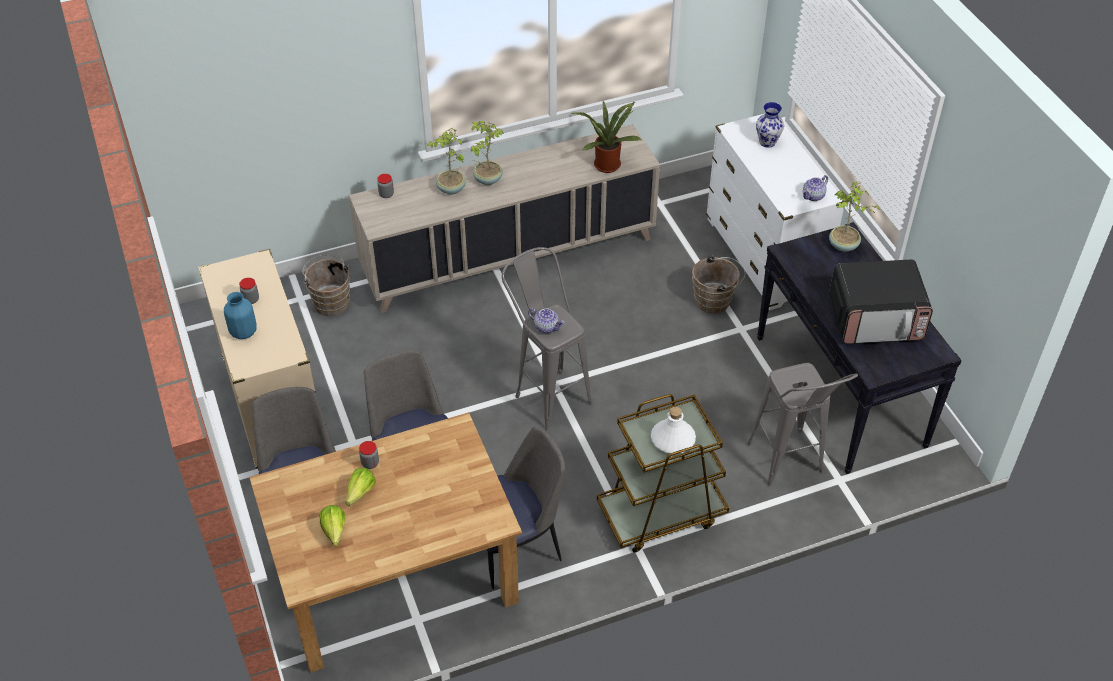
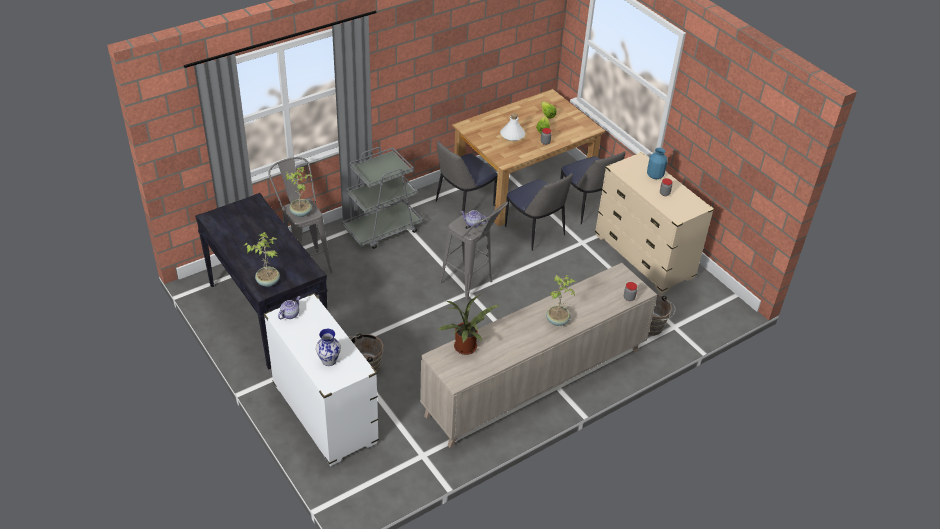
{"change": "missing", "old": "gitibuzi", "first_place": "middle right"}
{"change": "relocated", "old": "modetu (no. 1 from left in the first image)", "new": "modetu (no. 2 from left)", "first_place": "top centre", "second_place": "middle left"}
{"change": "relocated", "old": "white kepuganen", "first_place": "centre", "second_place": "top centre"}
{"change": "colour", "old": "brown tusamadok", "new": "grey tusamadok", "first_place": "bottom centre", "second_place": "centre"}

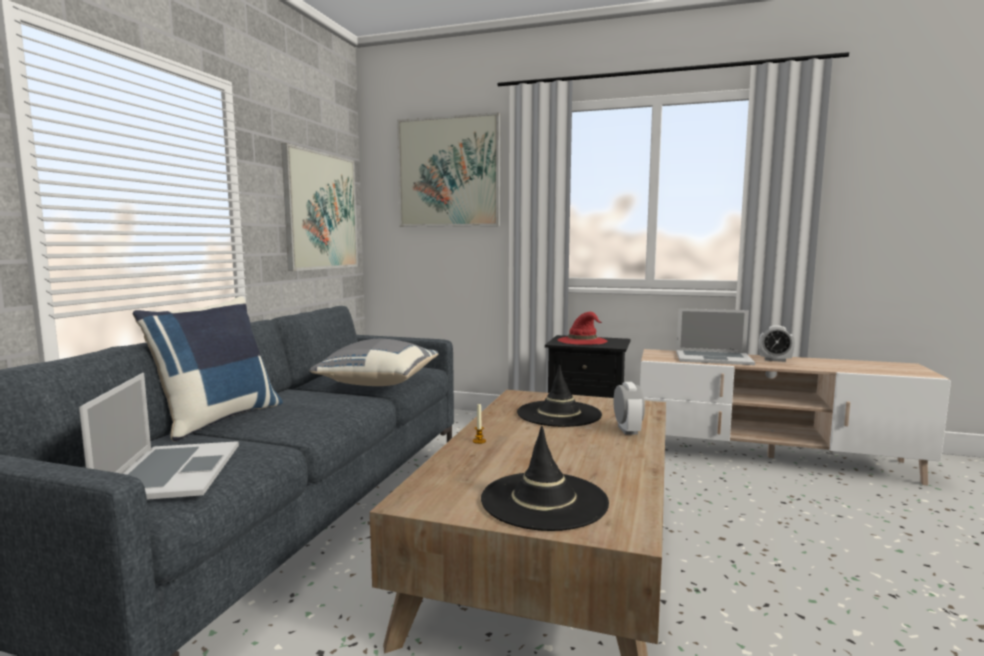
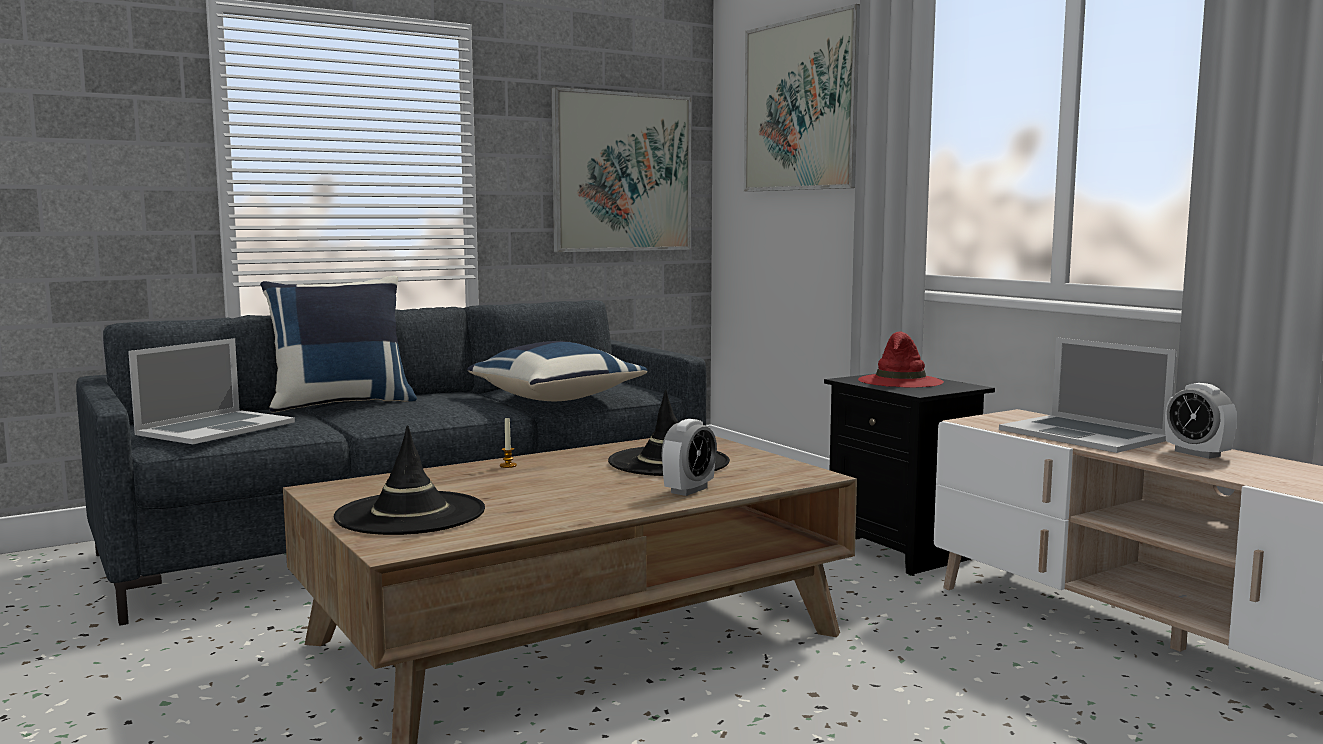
{"change": "colour", "old": "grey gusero", "new": "blue gusero (no. 2 from left)", "first_place": "centre", "second_place": "centre"}

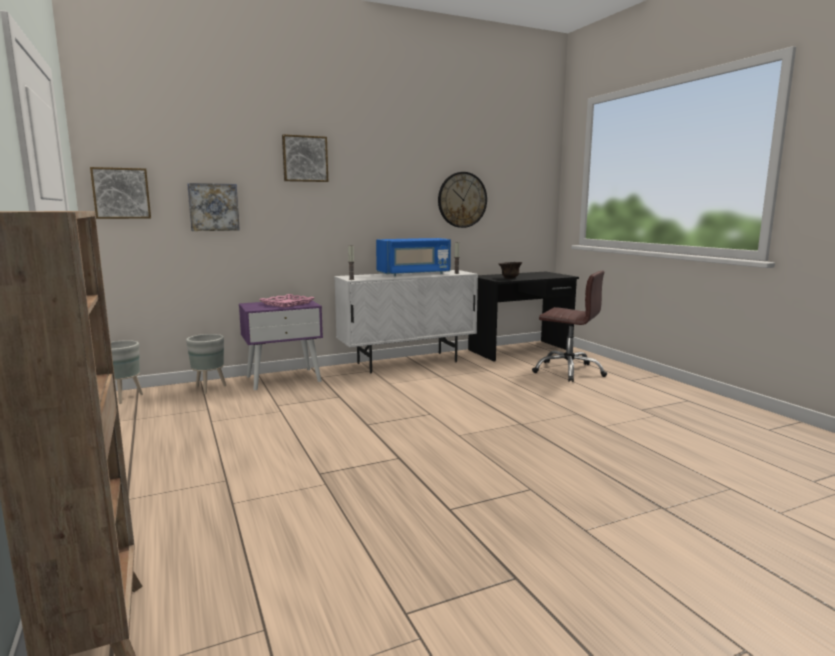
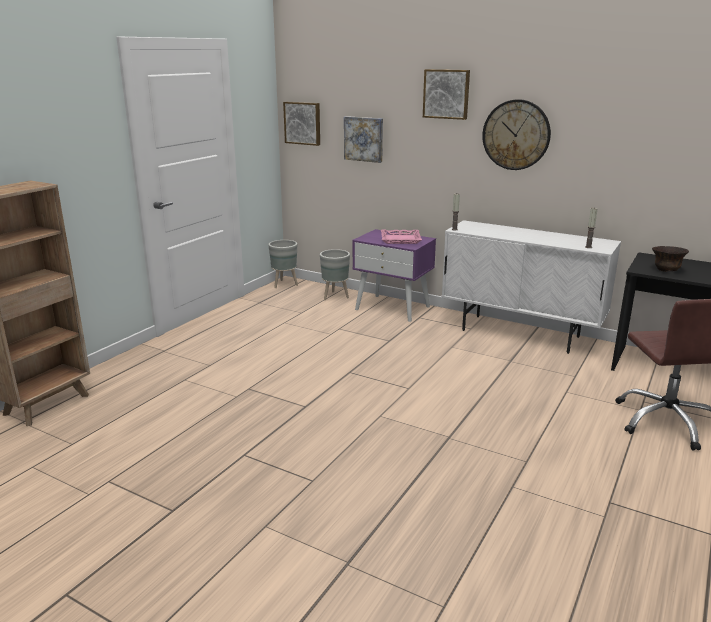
{"change": "missing", "old": "blue gitibuzi", "first_place": "centre"}
{"change": "relocated", "old": "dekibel", "first_place": "top centre", "second_place": "top right"}

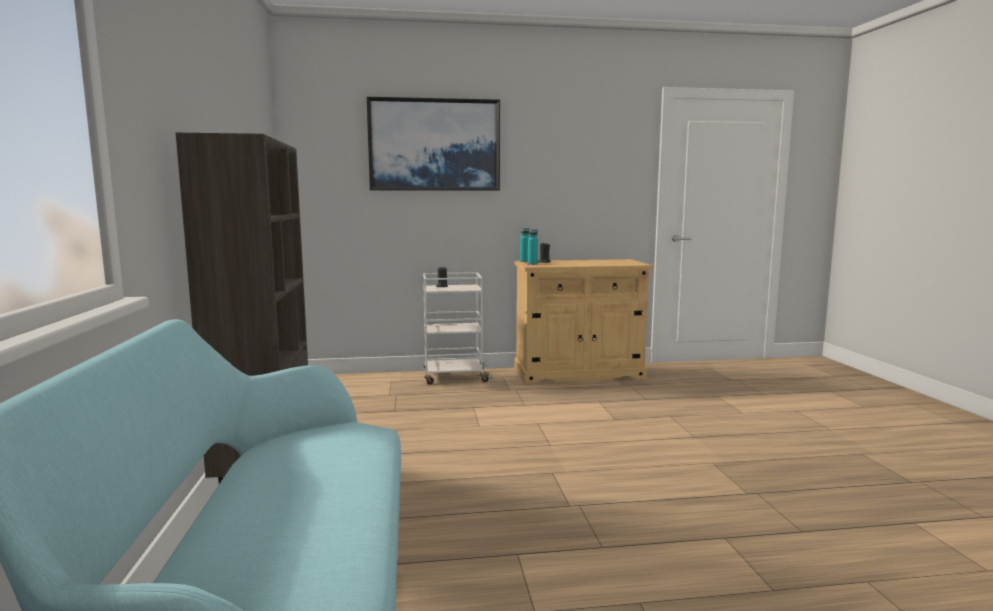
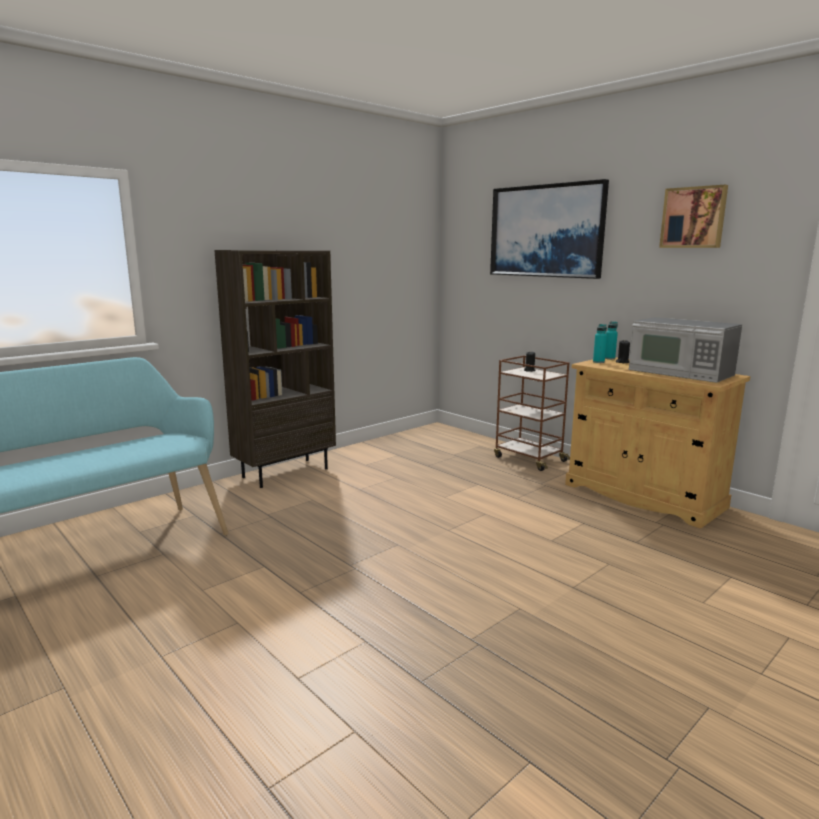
{"change": "appeared", "new": "gitibuzi", "second_place": "middle right"}
{"change": "appeared", "new": "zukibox (no. 2 from left)", "second_place": "top right"}
{"change": "colour", "old": "white tusamadok", "new": "brown tusamadok", "first_place": "centre", "second_place": "centre"}

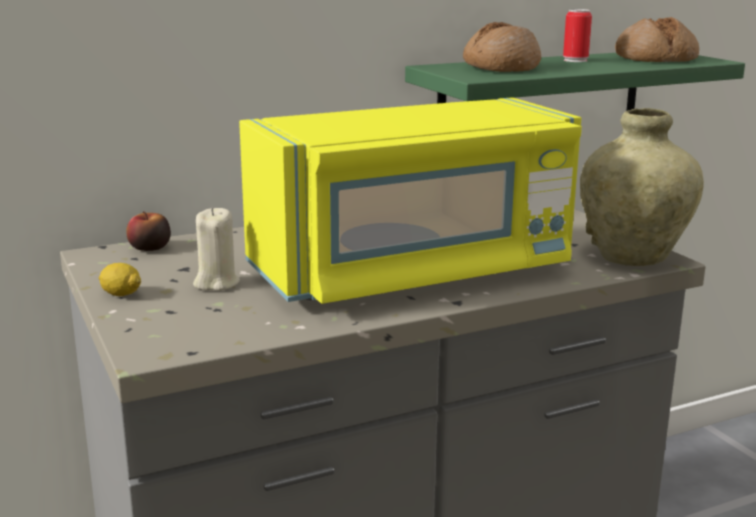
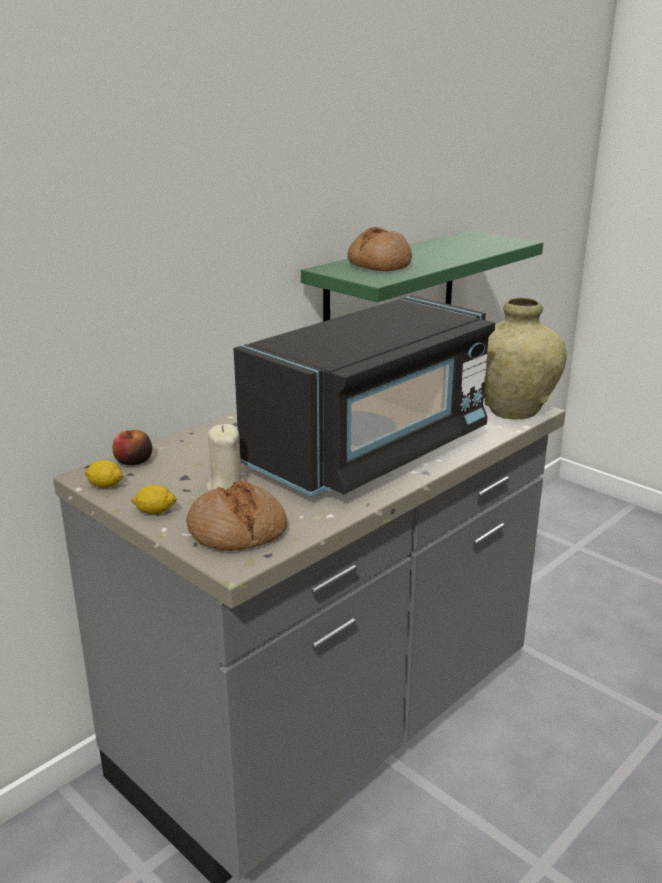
{"change": "missing", "old": "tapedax", "first_place": "top right"}
{"change": "appeared", "new": "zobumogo (no. 1 from left)", "second_place": "middle left"}
{"change": "relocated", "old": "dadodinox (no. 2 from left in the first image)", "new": "dadodinox (no. 1 from left)", "first_place": "top right", "second_place": "centre"}
{"change": "colour", "old": "yellow gitibuzi", "new": "black gitibuzi", "first_place": "centre", "second_place": "centre"}

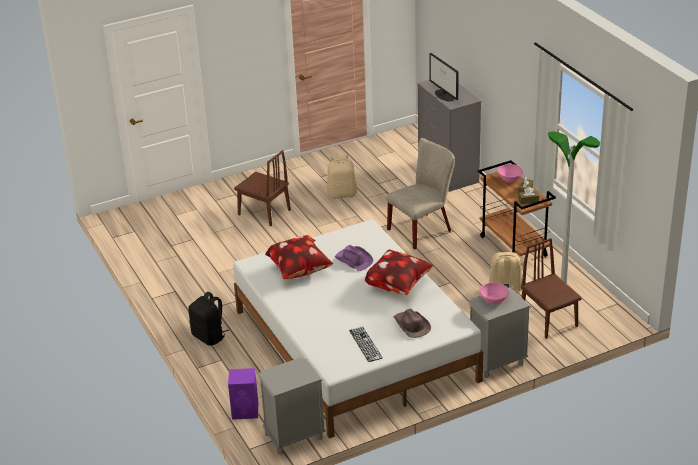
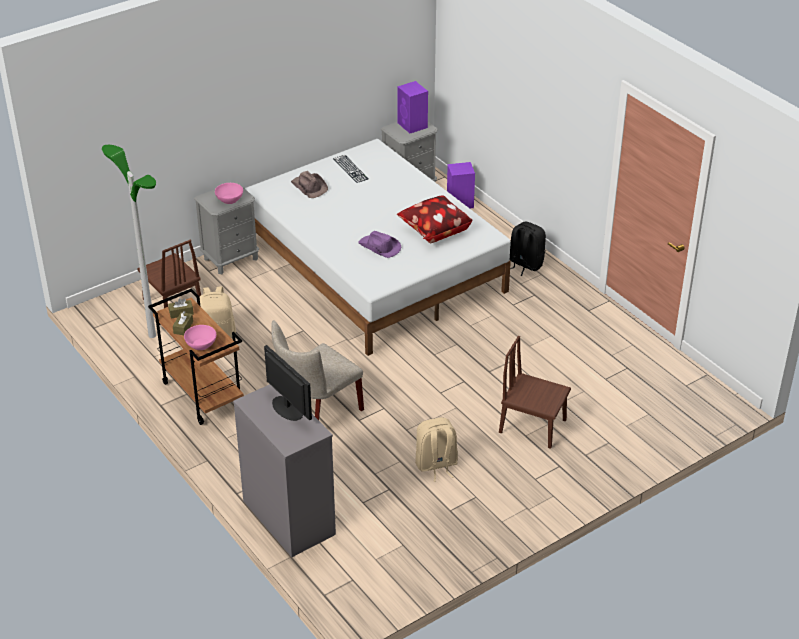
{"change": "missing", "old": "gusero (no. 2 from left)", "first_place": "centre"}
{"change": "appeared", "new": "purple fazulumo (no. 1 from left)", "second_place": "top centre"}

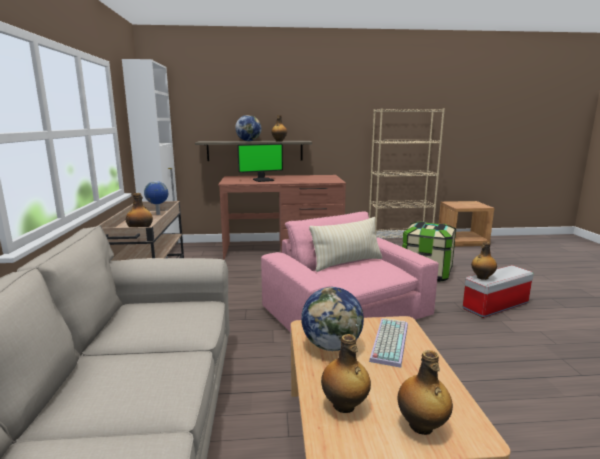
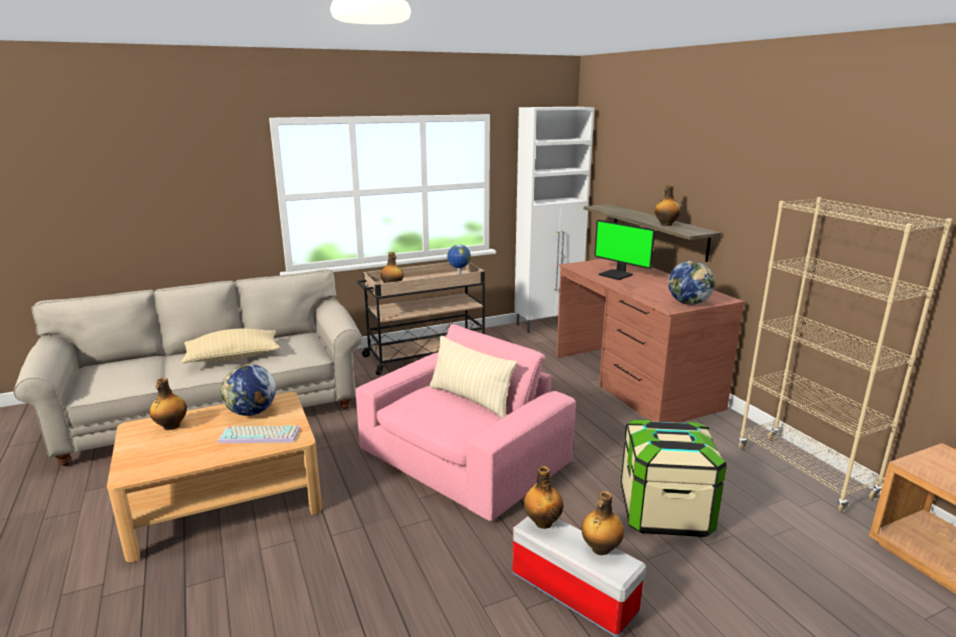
{"change": "appeared", "new": "beige gusero (no. 1 from left)", "second_place": "middle left"}
{"change": "relocated", "old": "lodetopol (no. 2 from left in the first image)", "new": "lodetopol (no. 3 from left)", "first_place": "top centre", "second_place": "middle right"}
{"change": "relocated", "old": "kepuganen (no. 4 from left)", "first_place": "bottom right", "second_place": "bottom centre"}

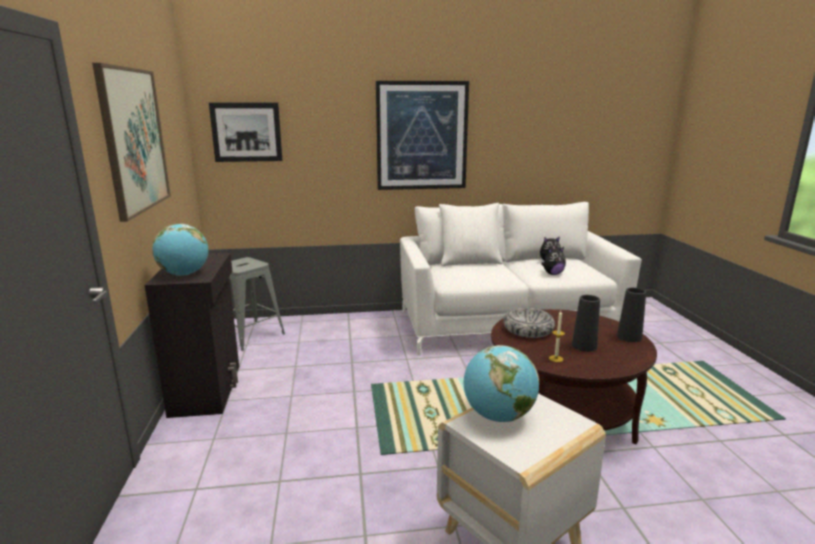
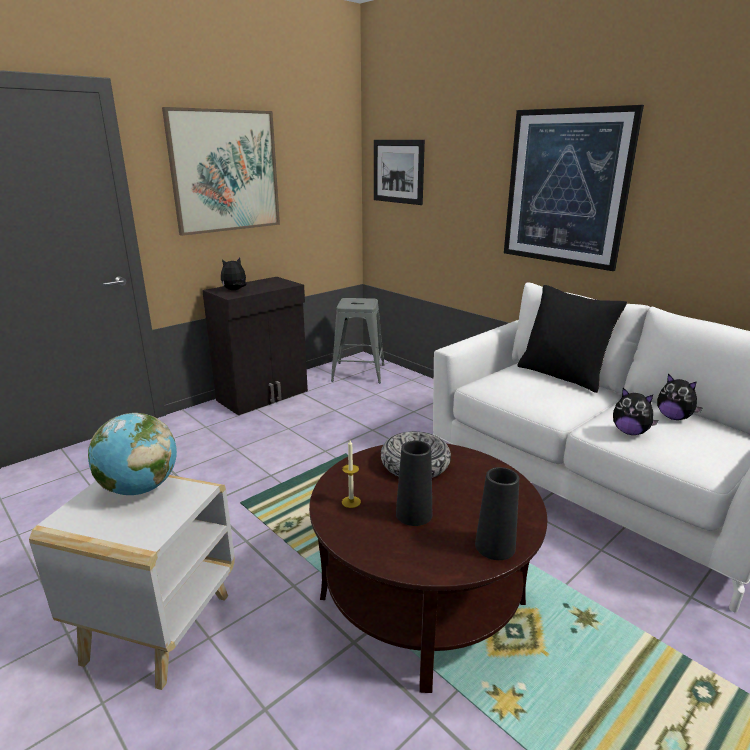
{"change": "exchanged", "old": "lodetopol (no. 1 from left)", "new": "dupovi (no. 1 from left)", "first_place": "middle left", "second_place": "middle left"}
{"change": "colour", "old": "white gusero", "new": "black gusero", "first_place": "centre", "second_place": "middle right"}

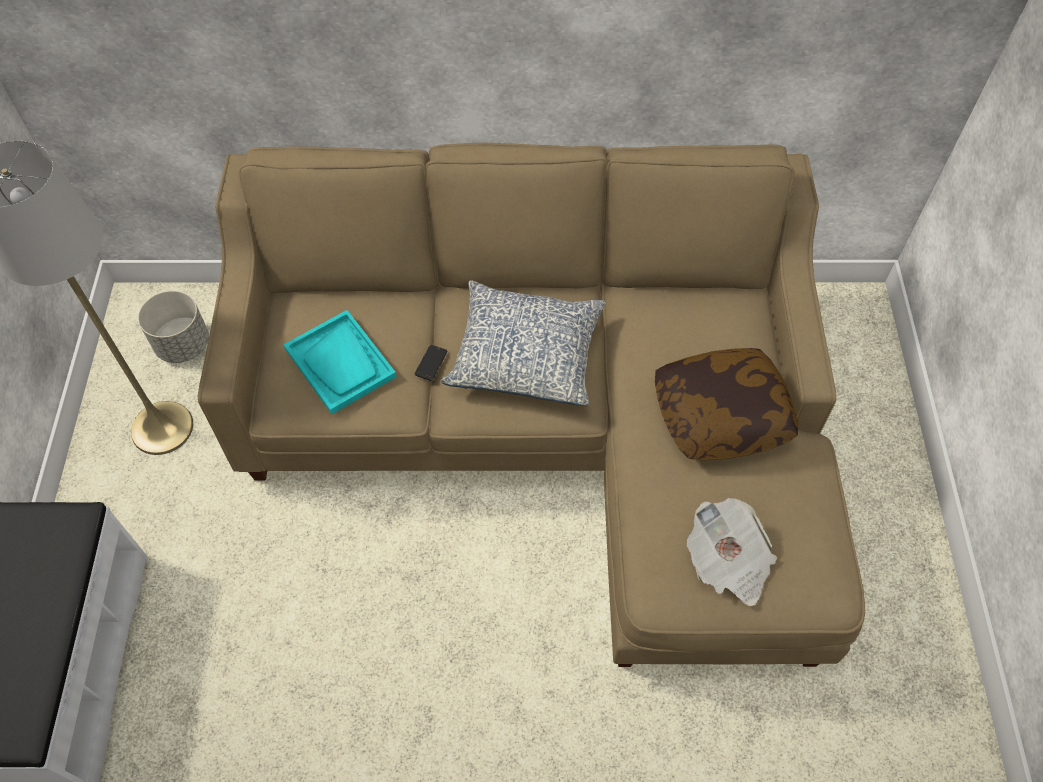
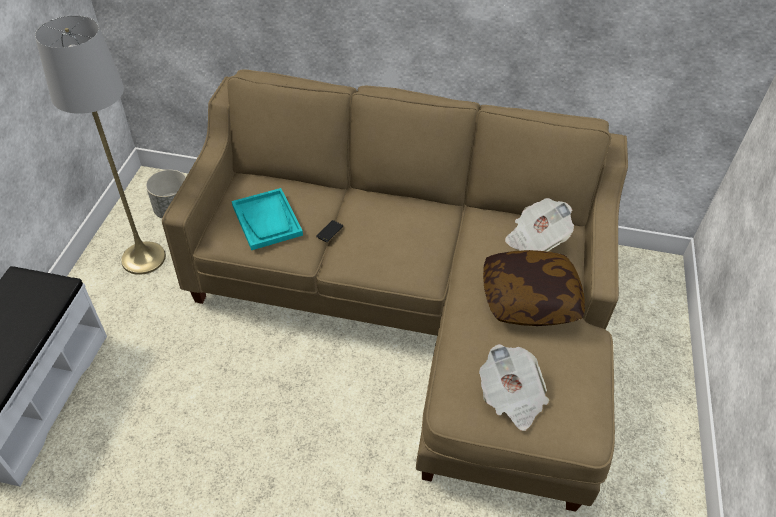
{"change": "missing", "old": "gusero (no. 1 from left)", "first_place": "centre"}
{"change": "appeared", "new": "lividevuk (no. 2 from left)", "second_place": "middle right"}

